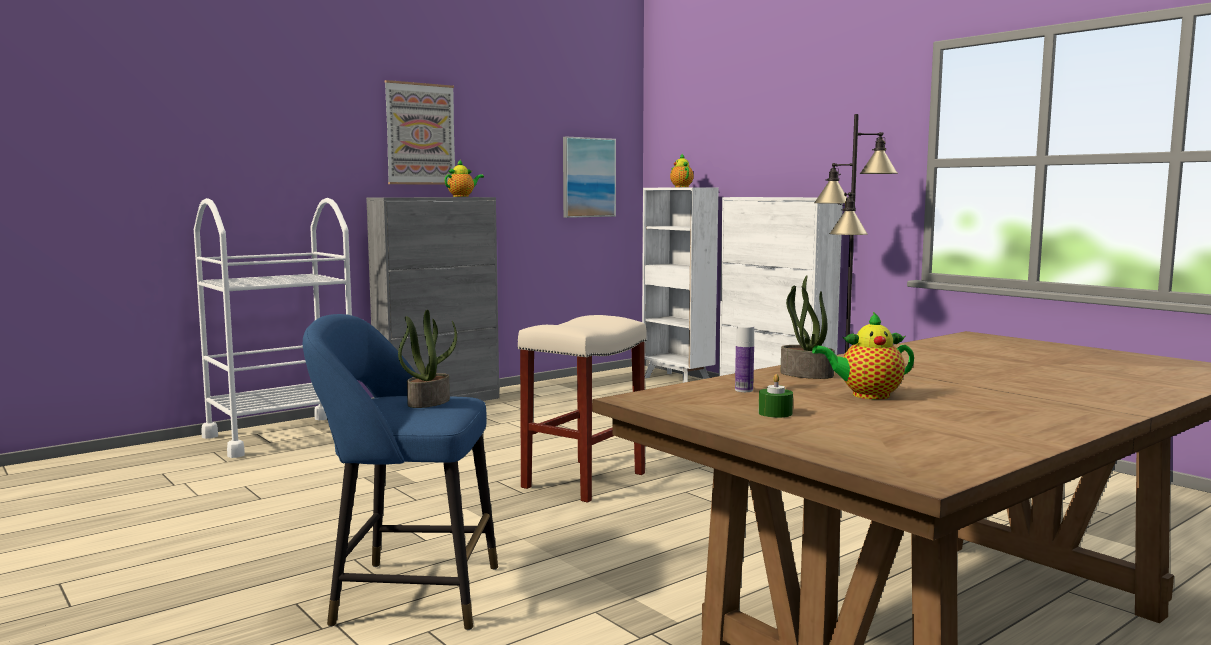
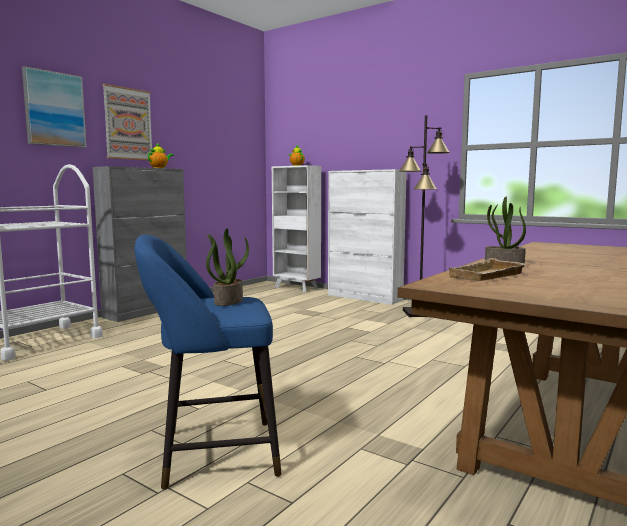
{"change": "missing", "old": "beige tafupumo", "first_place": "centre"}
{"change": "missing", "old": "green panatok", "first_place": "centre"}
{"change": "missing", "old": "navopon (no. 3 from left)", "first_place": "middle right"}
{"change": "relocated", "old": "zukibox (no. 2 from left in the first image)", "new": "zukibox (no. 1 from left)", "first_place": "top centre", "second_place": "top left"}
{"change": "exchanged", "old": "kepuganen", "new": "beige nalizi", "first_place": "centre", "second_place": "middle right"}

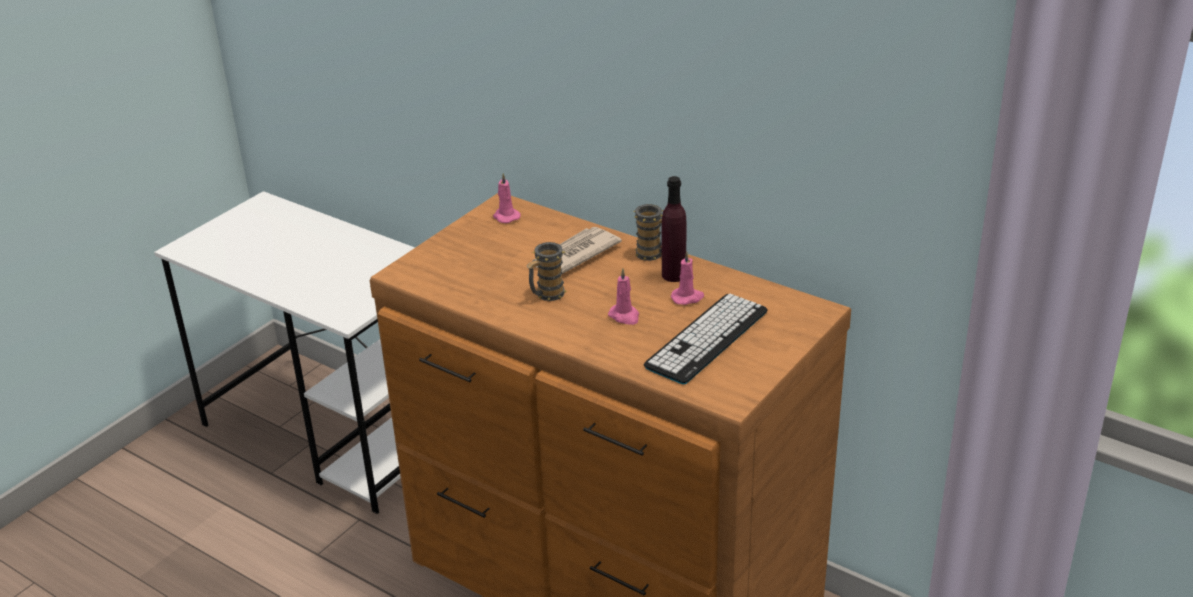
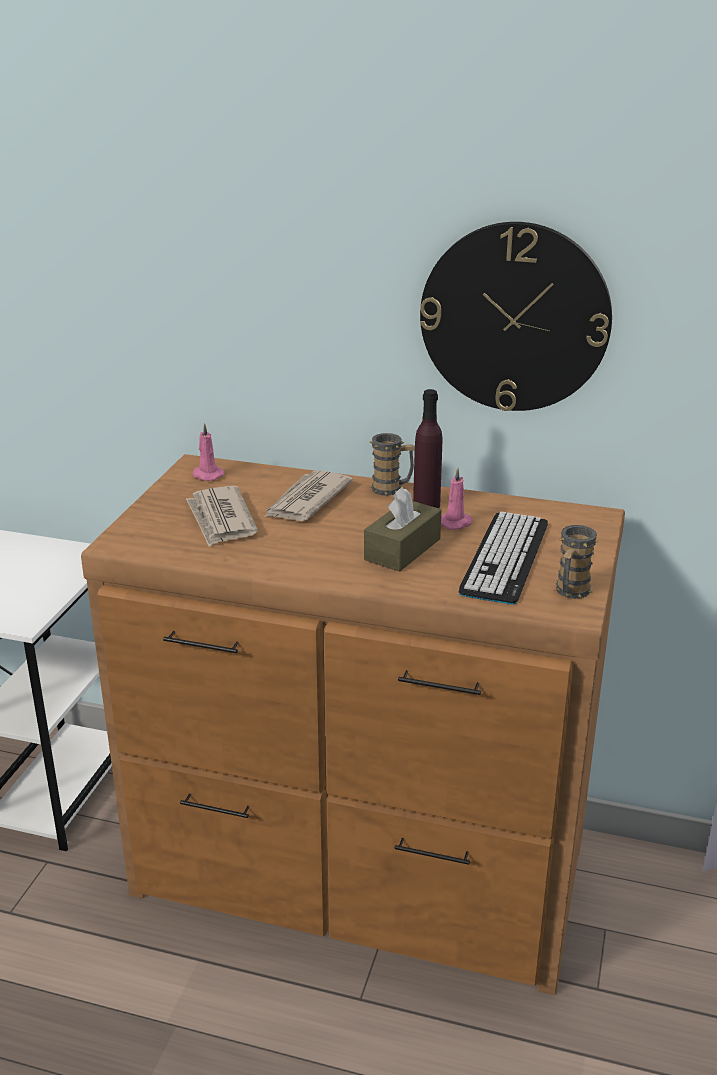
{"change": "appeared", "new": "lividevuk (no. 1 from left)", "second_place": "middle left"}
{"change": "appeared", "new": "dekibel", "second_place": "top right"}
{"change": "relocated", "old": "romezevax (no. 1 from left in the first image)", "new": "romezevax (no. 2 from left)", "first_place": "centre", "second_place": "middle right"}
{"change": "exchanged", "old": "pink panatok (no. 2 from left)", "new": "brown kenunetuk", "first_place": "centre", "second_place": "centre"}

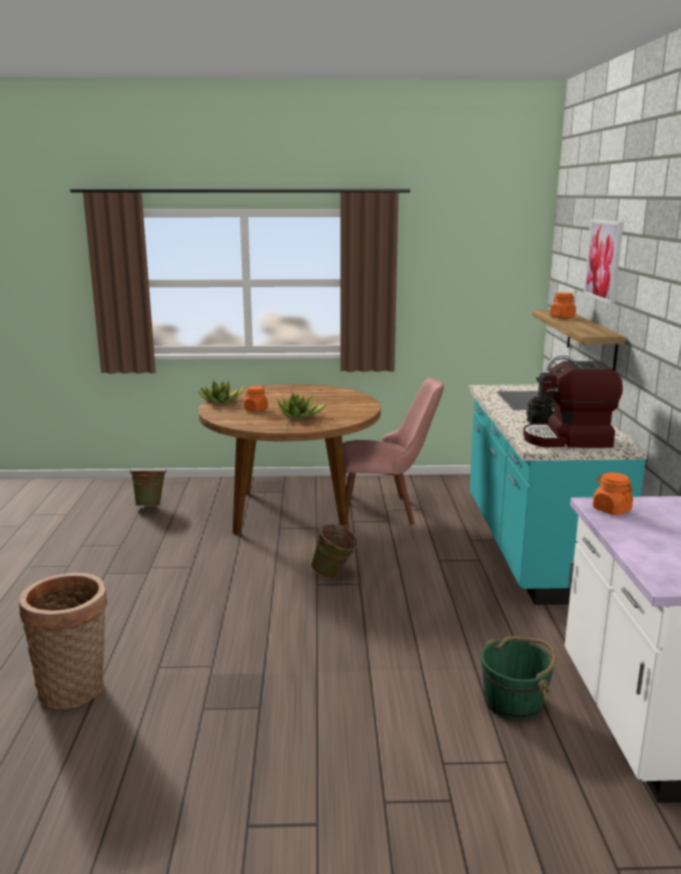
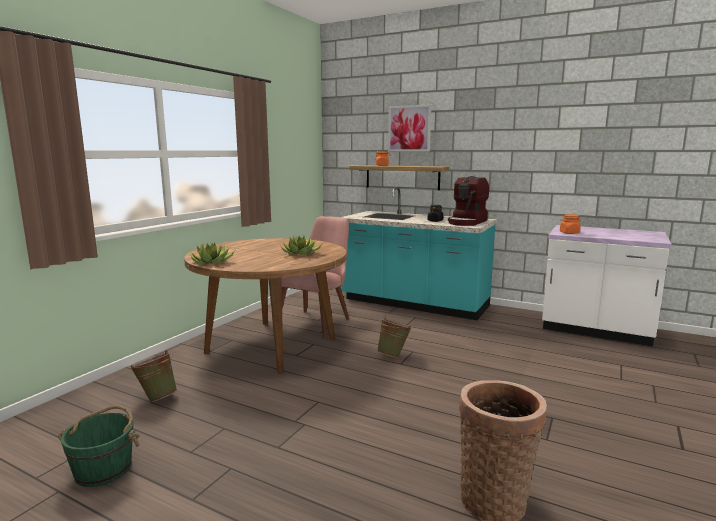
{"change": "missing", "old": "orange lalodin (no. 1 from left)", "first_place": "centre"}
{"change": "relocated", "old": "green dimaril (no. 3 from left in the first image)", "new": "green dimaril (no. 1 from left)", "first_place": "bottom right", "second_place": "bottom left"}

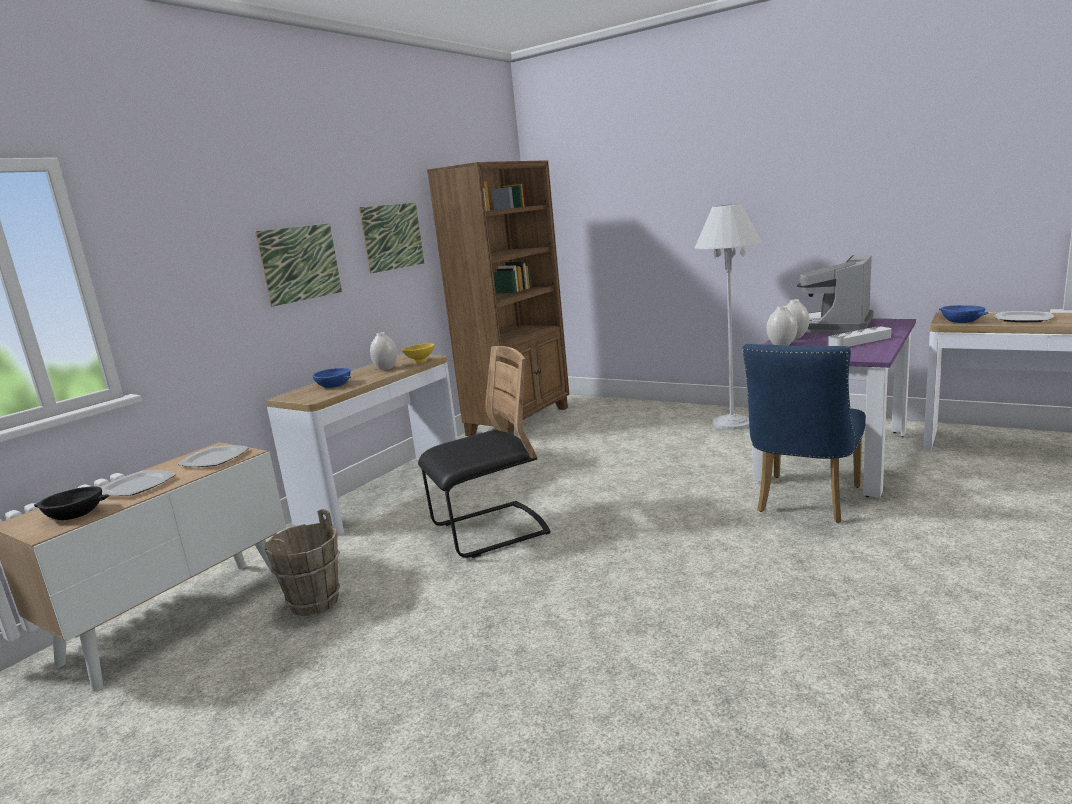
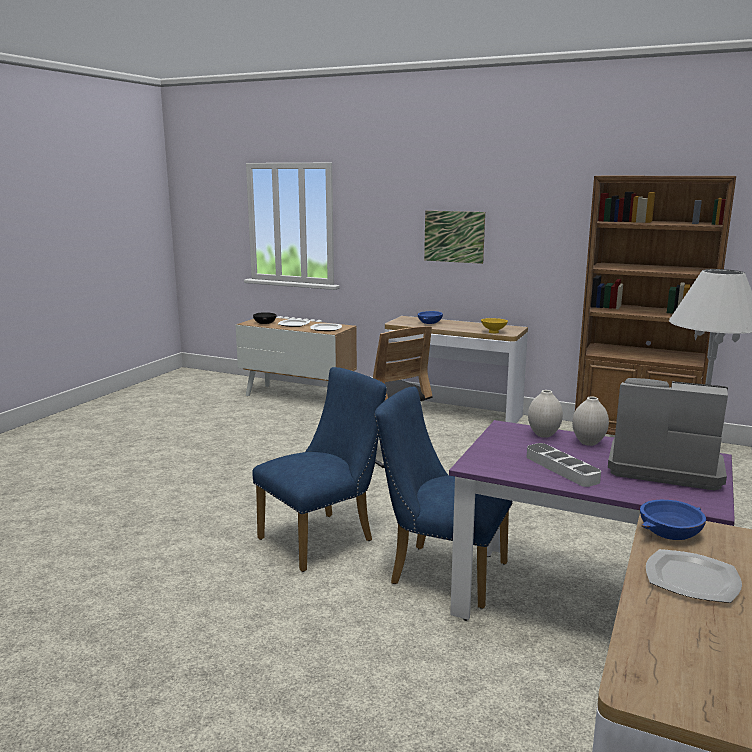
{"change": "missing", "old": "brown dimaril", "first_place": "bottom left"}
{"change": "missing", "old": "zukibox (no. 2 from left)", "first_place": "top centre"}
{"change": "missing", "old": "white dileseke (no. 1 from left)", "first_place": "centre"}
{"change": "appeared", "new": "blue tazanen (no. 1 from left)", "second_place": "centre"}

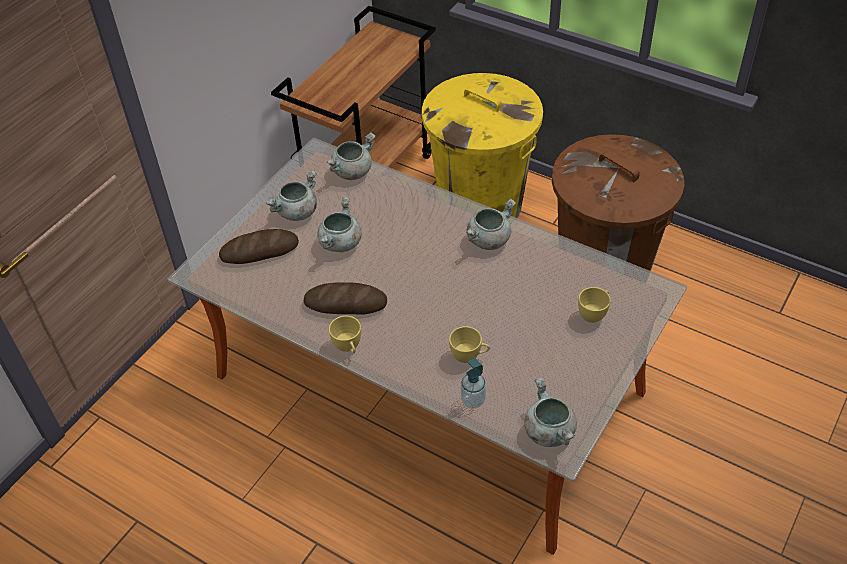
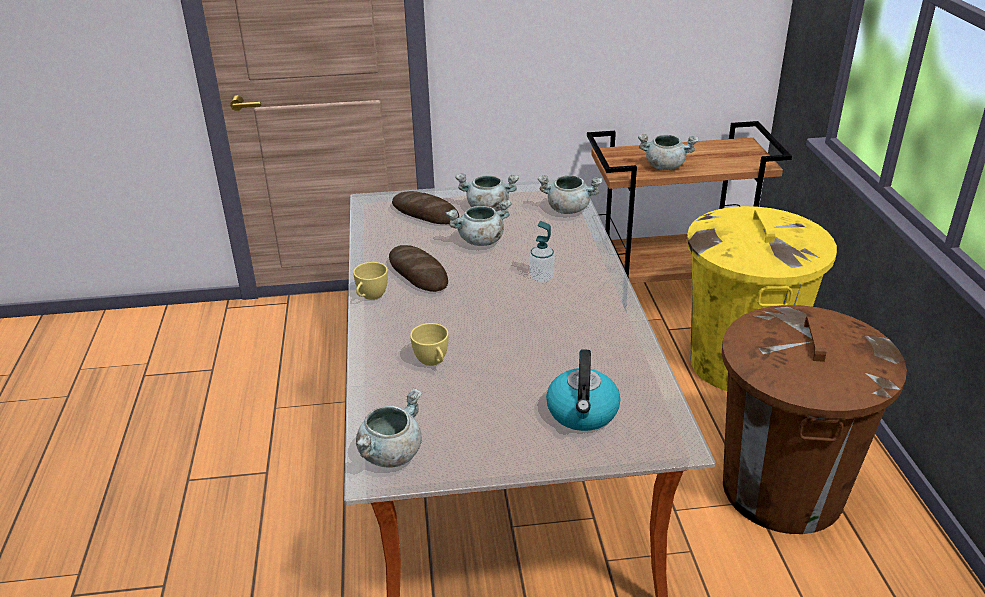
{"change": "relocated", "old": "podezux", "first_place": "bottom centre", "second_place": "centre"}
{"change": "relocated", "old": "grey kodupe (no. 4 from left in the first image)", "new": "grey kodupe (no. 5 from left)", "first_place": "centre", "second_place": "top right"}
{"change": "exchanged", "old": "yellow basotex (no. 3 from left)", "new": "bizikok", "first_place": "middle right", "second_place": "centre"}

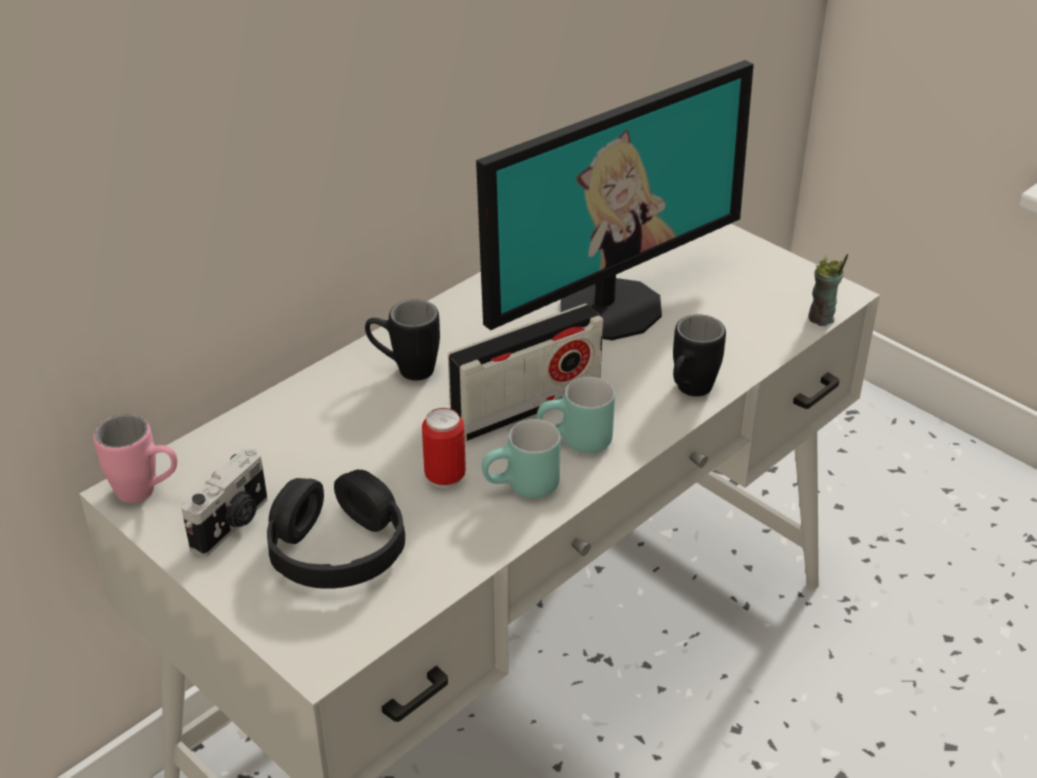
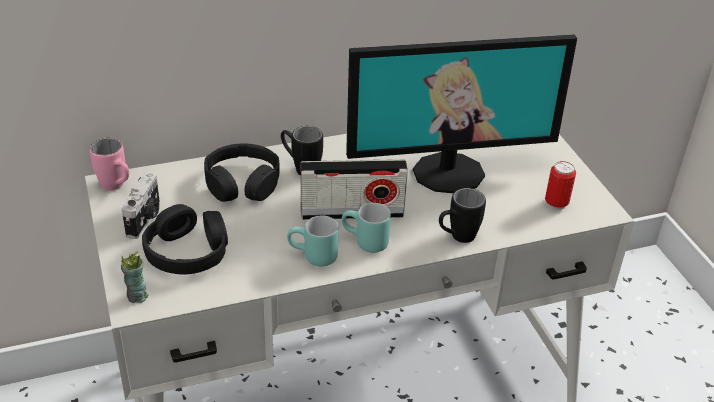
{"change": "appeared", "new": "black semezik (no. 2 from left)", "second_place": "centre"}
{"change": "relocated", "old": "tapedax", "first_place": "centre", "second_place": "middle right"}
{"change": "relocated", "old": "basotex", "first_place": "middle right", "second_place": "bottom left"}
{"change": "spun", "old": "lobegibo", "first_place": "middle left", "second_place": "middle left", "degrees": -45}

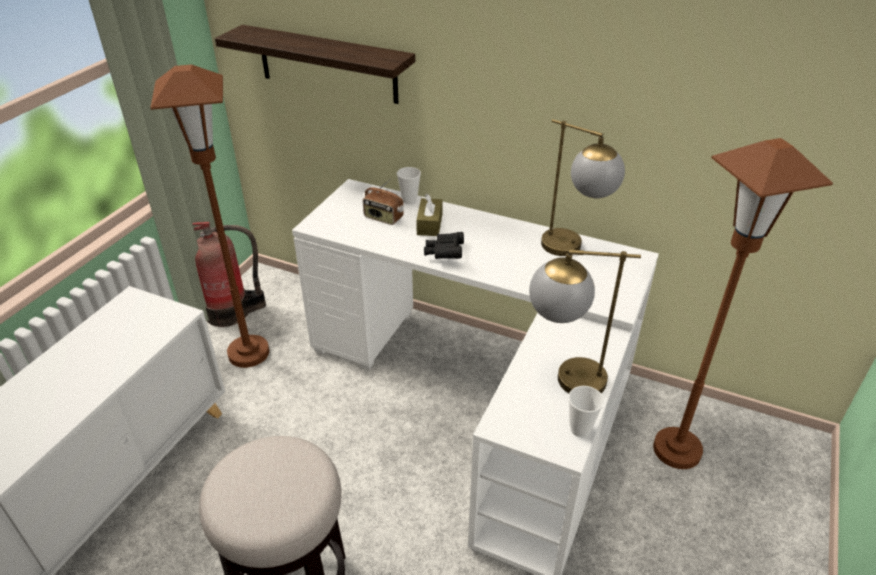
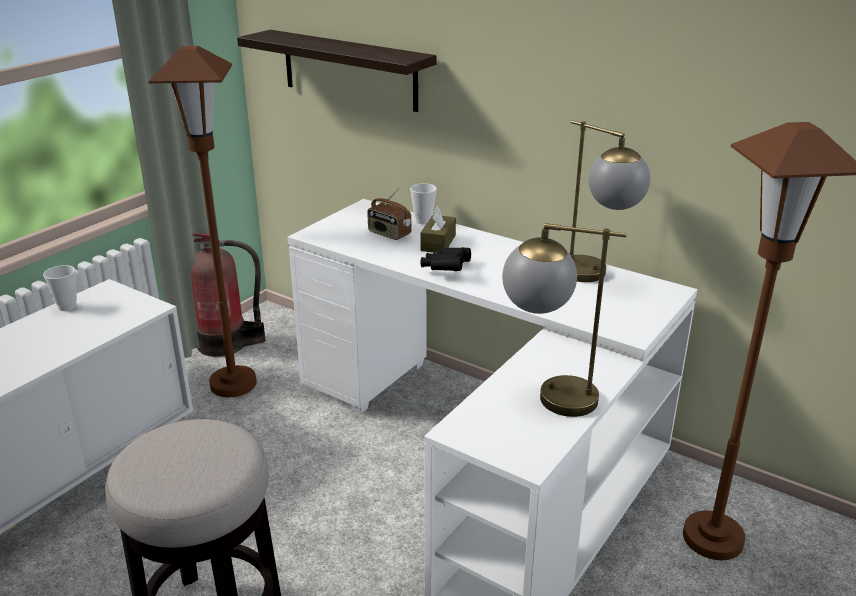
{"change": "relocated", "old": "basotex (no. 2 from left in the first image)", "new": "basotex (no. 1 from left)", "first_place": "bottom right", "second_place": "middle left"}

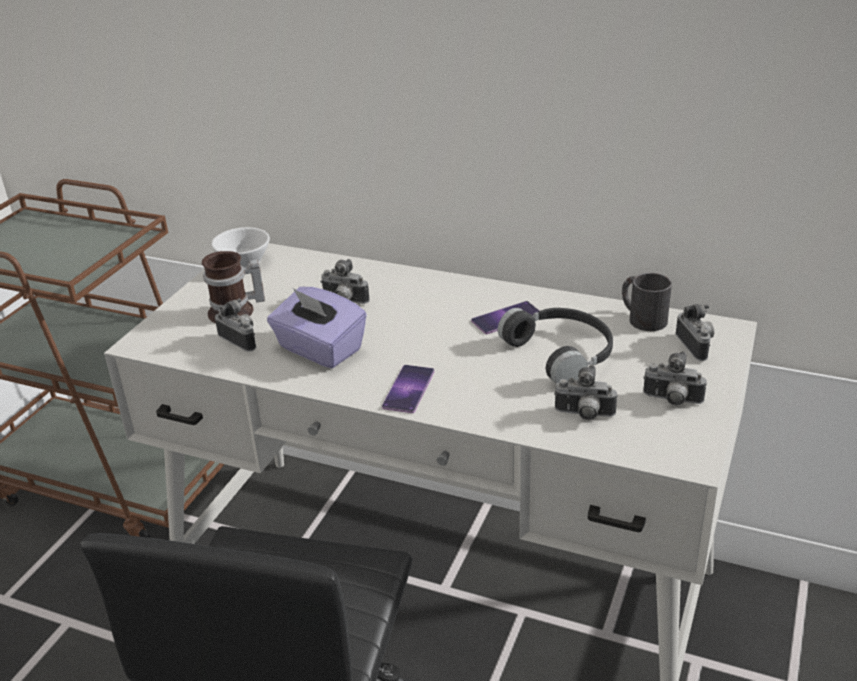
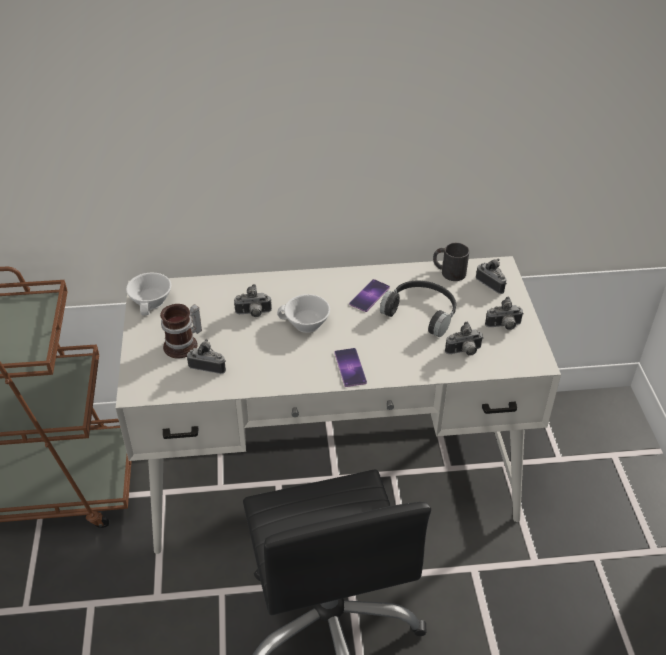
{"change": "missing", "old": "purple kenunetuk", "first_place": "centre"}
{"change": "appeared", "new": "white basotex (no. 2 from left)", "second_place": "centre"}

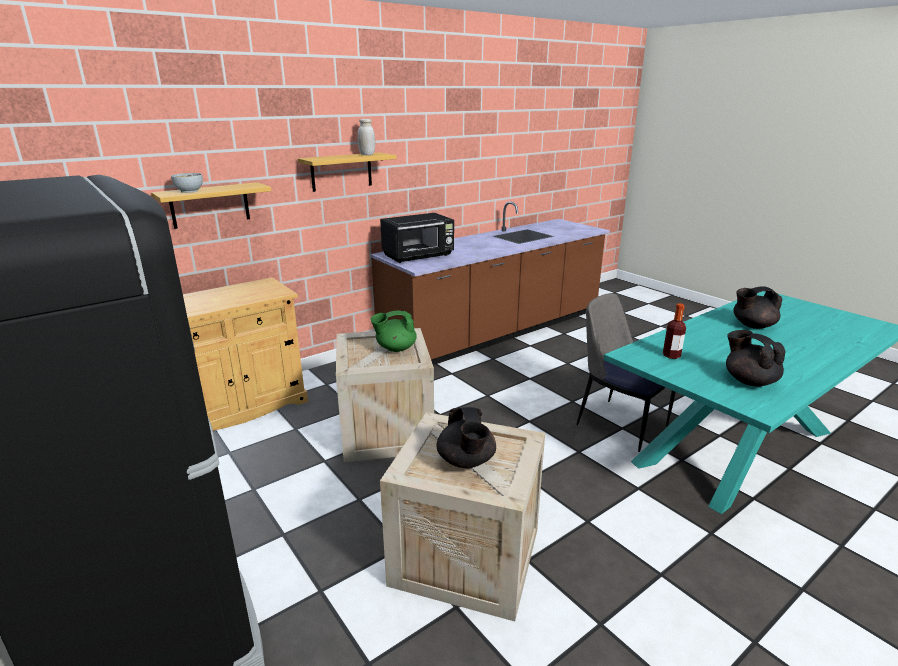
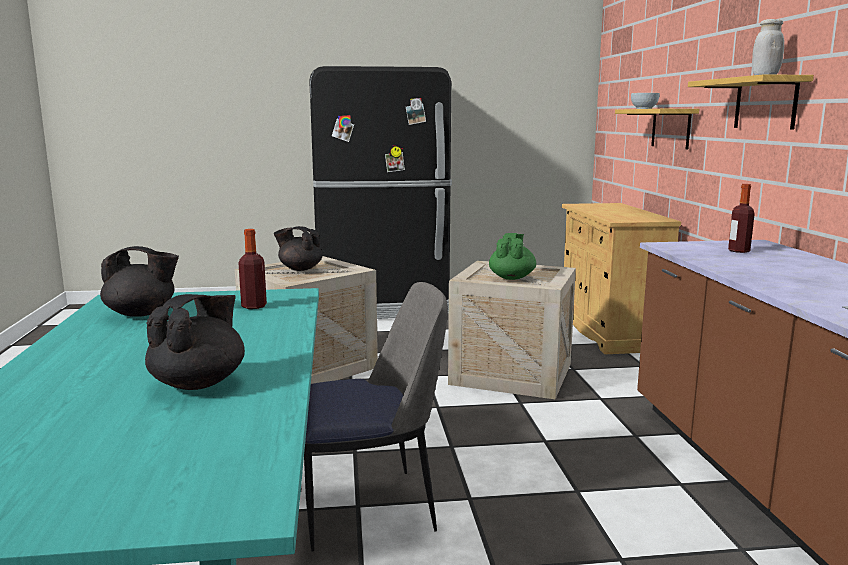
{"change": "exchanged", "old": "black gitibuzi", "new": "kepuganen (no. 2 from left)", "first_place": "centre", "second_place": "middle right"}

